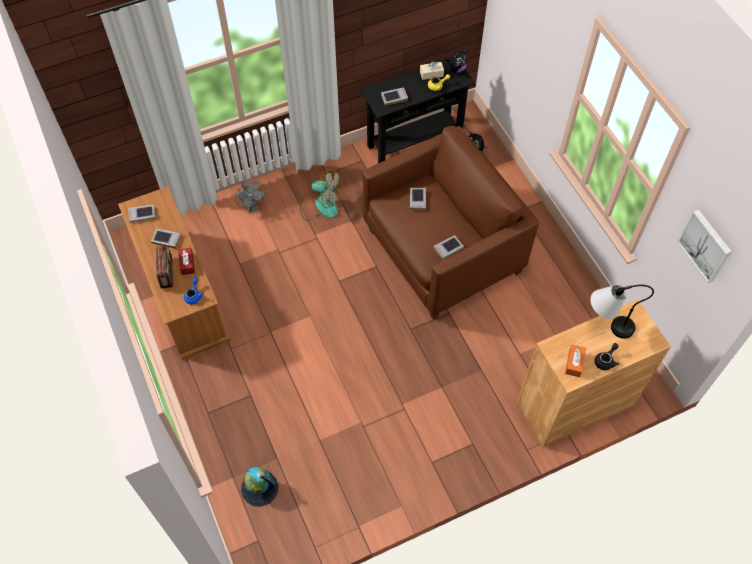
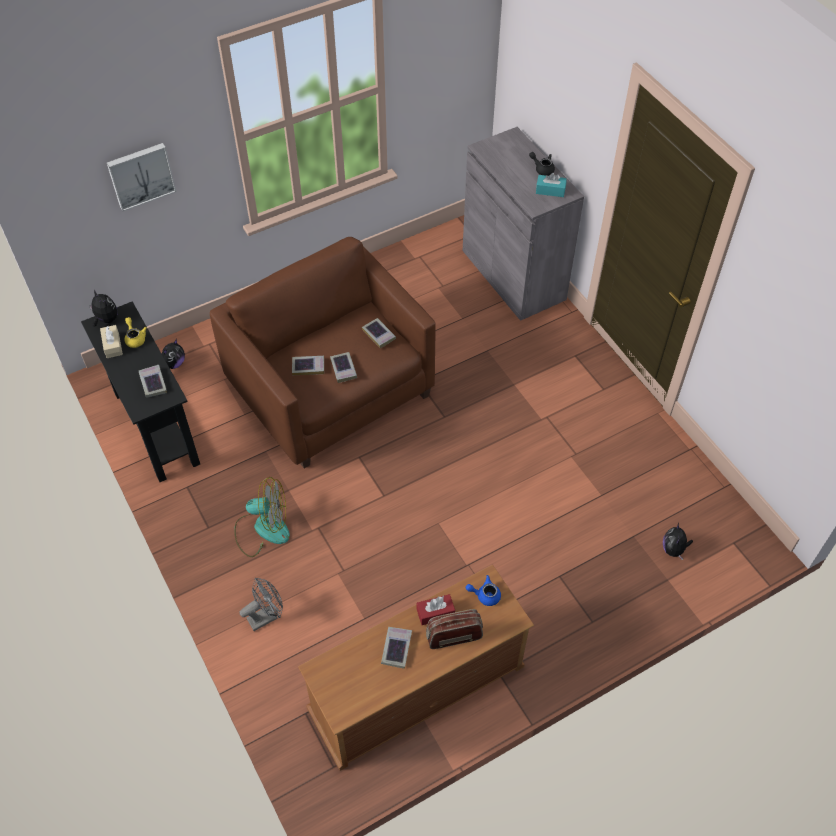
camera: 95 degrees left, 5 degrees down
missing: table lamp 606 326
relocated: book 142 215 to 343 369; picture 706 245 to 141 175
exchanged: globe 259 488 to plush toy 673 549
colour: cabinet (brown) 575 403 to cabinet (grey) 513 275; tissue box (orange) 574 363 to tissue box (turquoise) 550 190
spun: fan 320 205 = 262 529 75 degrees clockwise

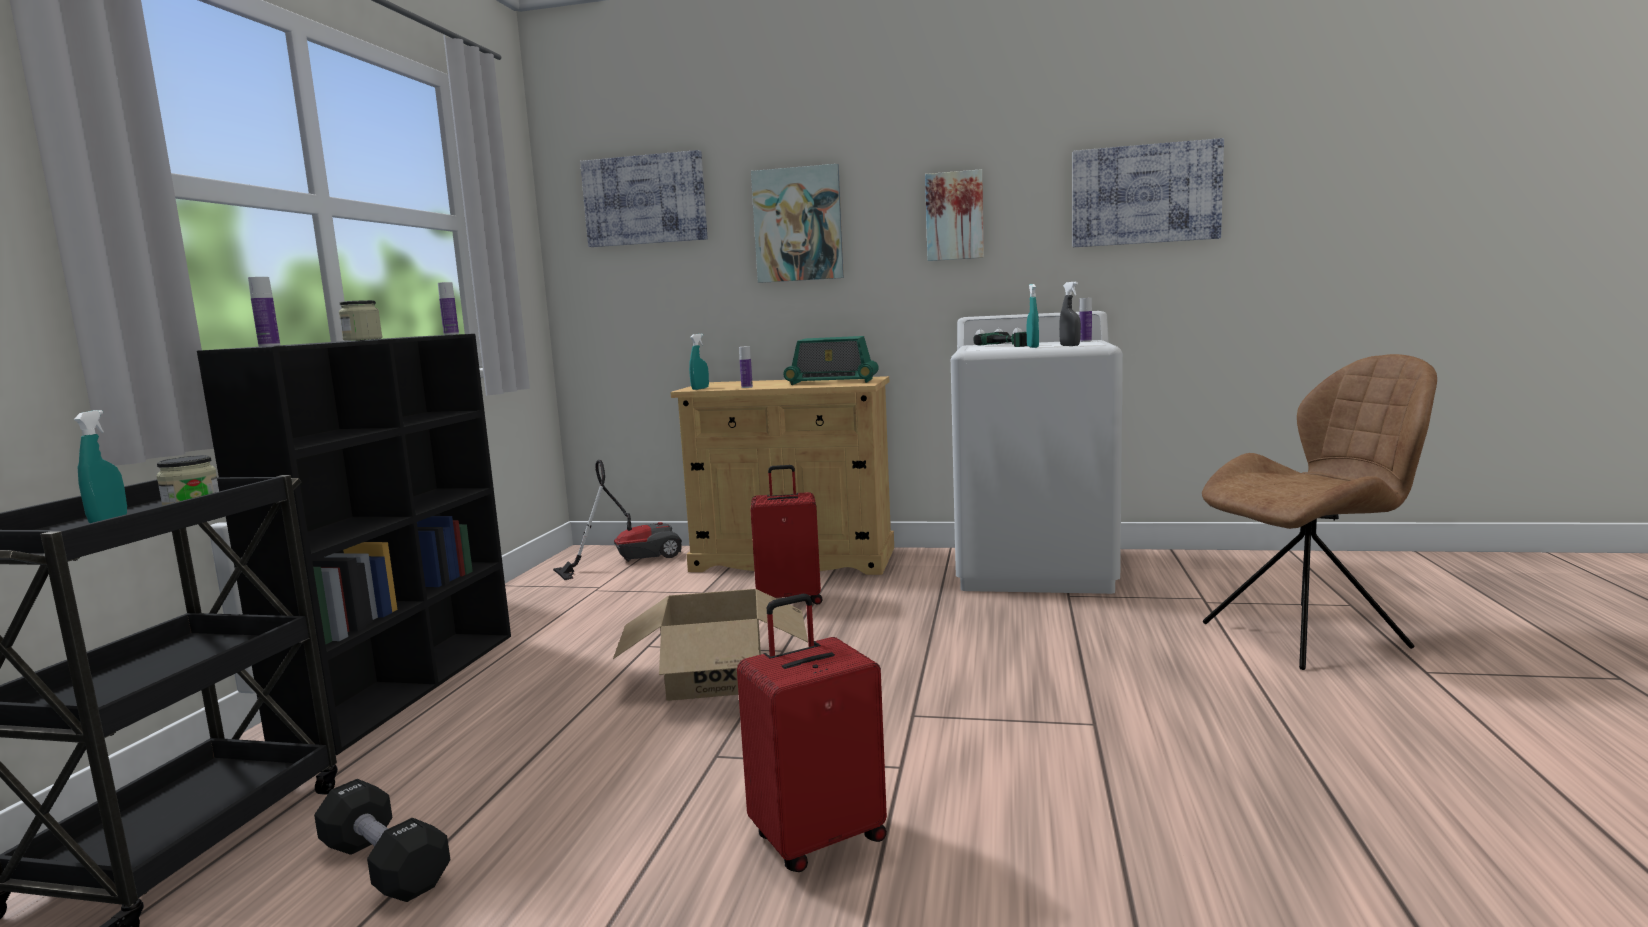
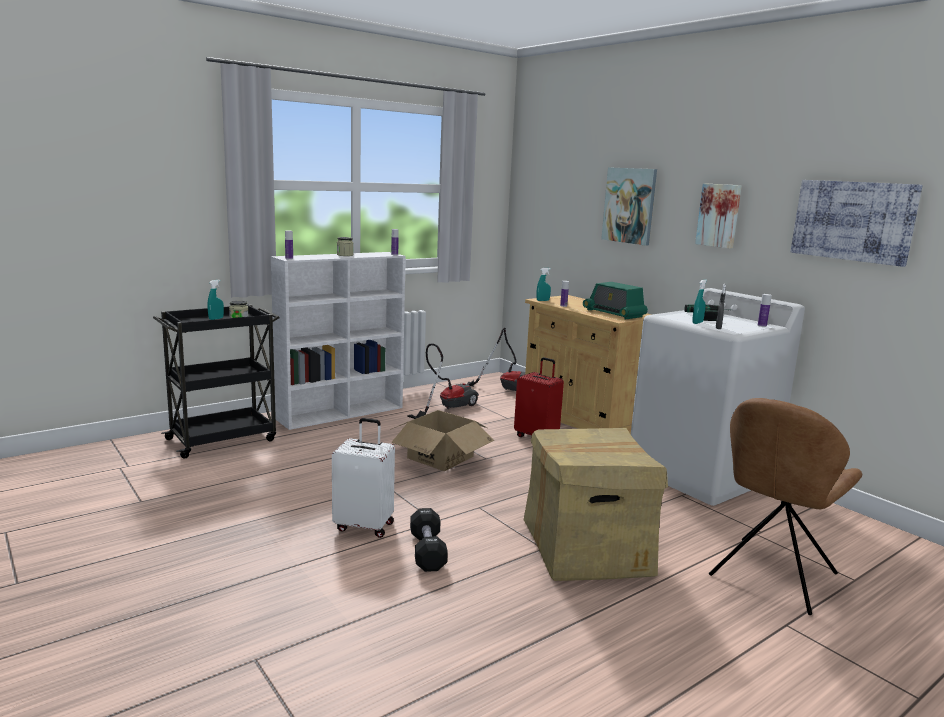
camera: 40 degrees right, 5 degrees up
missing: picture 645 200
appeared: vacuum cleaner 446 408; cardboard box 586 548
relocated: dumbbell (black) 385 865 to 427 551
colour: bookcase (black) 407 684 to bookcase (white) 342 413; suitcase (red) 817 837 to suitcase (white) 365 526
spun: chair (brown) 1309 634 = 771 576 105 degrees clockwise

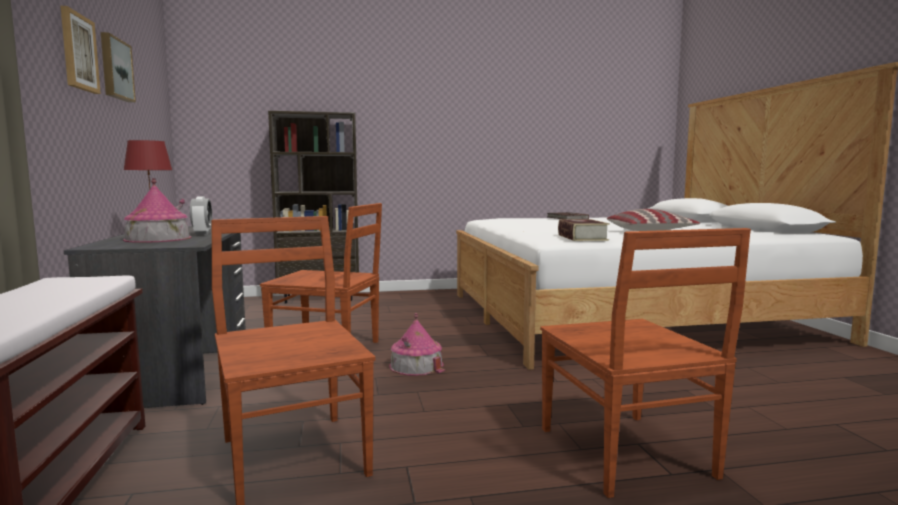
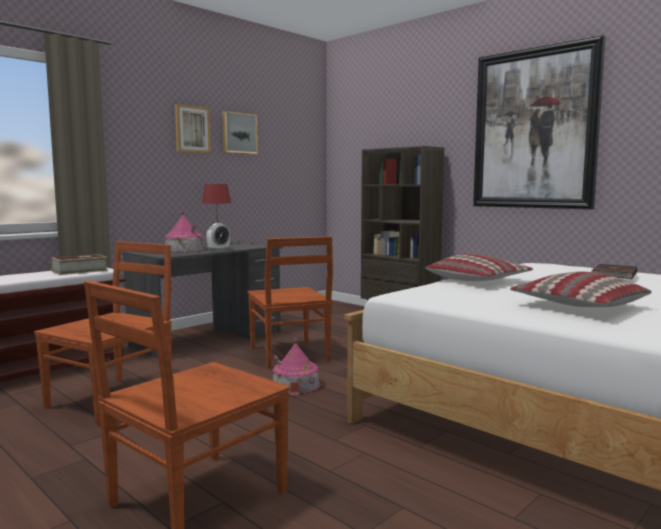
camera: 55 degrees right, 0 degrees up
appeared: pillow 478 281; picture 534 129
relocated: book 582 237 to 79 271

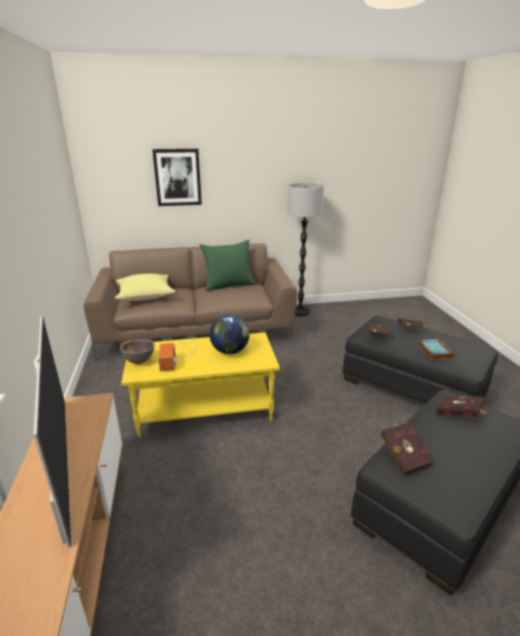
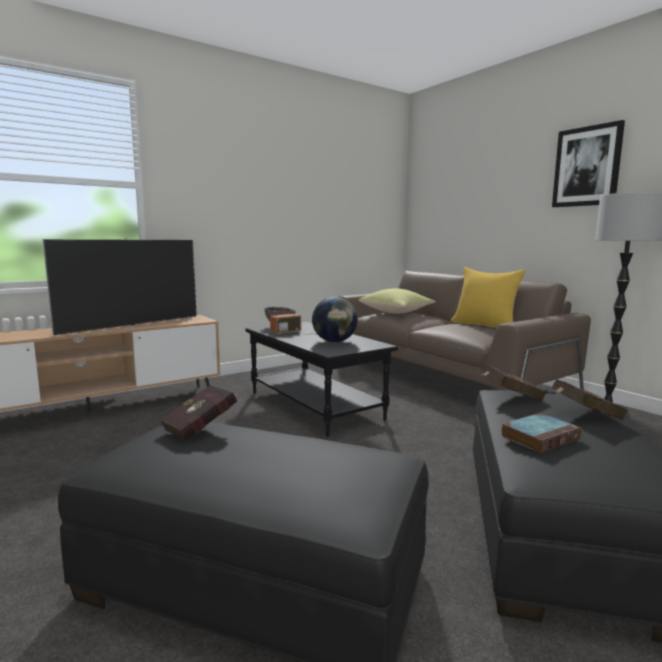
camera: 65 degrees right, 15 degrees down
missing: book (red) 460 416
relocated: picture 177 177 to 587 166
colour: coffee table (yellow) 205 408 to coffee table (black) 316 405; pillow (green) 229 285 to pillow (yellow) 485 325

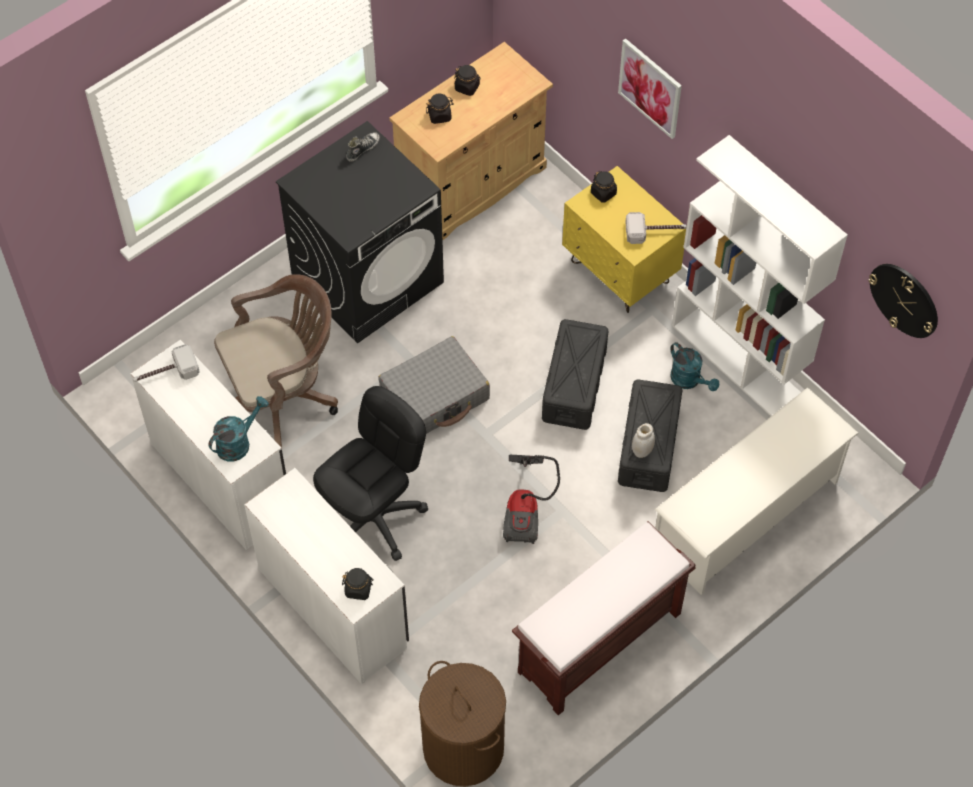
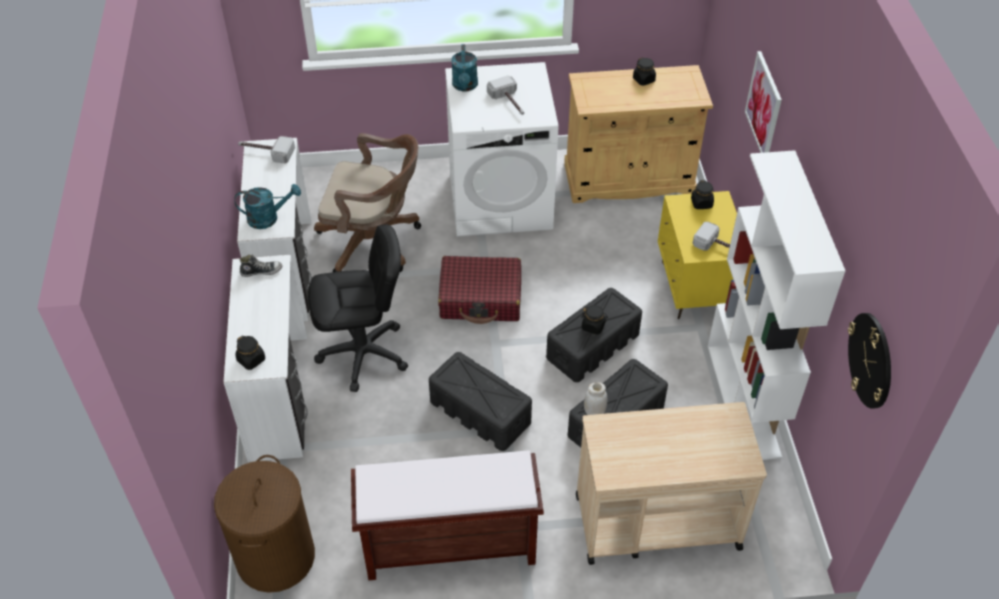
camera: 35 degrees right, 10 degrees down
appeared: hammer 510 103
relocated: shoe 362 149 to 261 271; jar (black) 440 115 to 593 326; watering can (turquoise) 689 380 to 465 86
exchanged: vacuum cleaner 526 509 to storage box (black) 479 412; shoe rack (white) 746 515 to cart (beige) 655 521
colour: washing machine (black) 368 279 to washing machine (white) 501 201; suitcase (grey) 435 396 to suitcase (red) 481 298

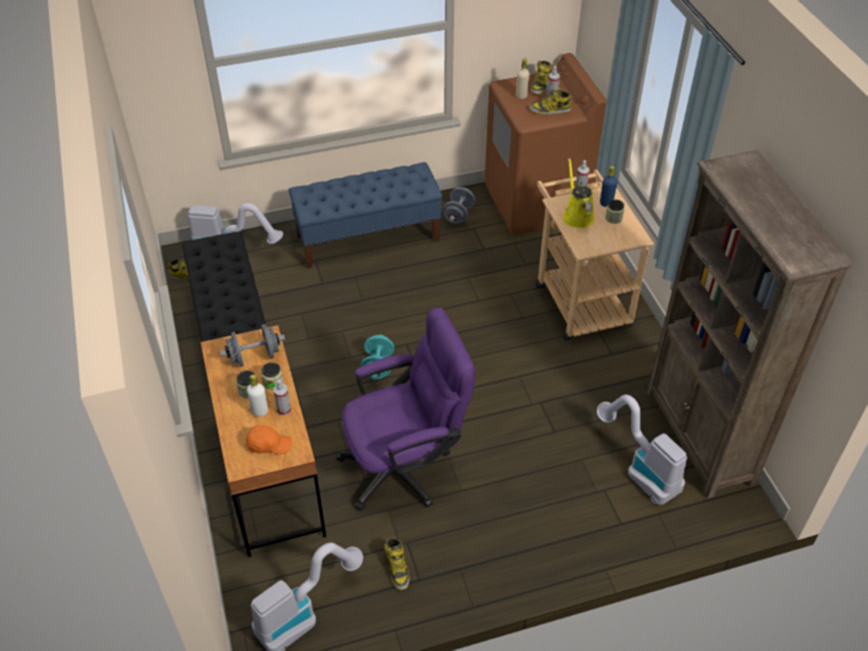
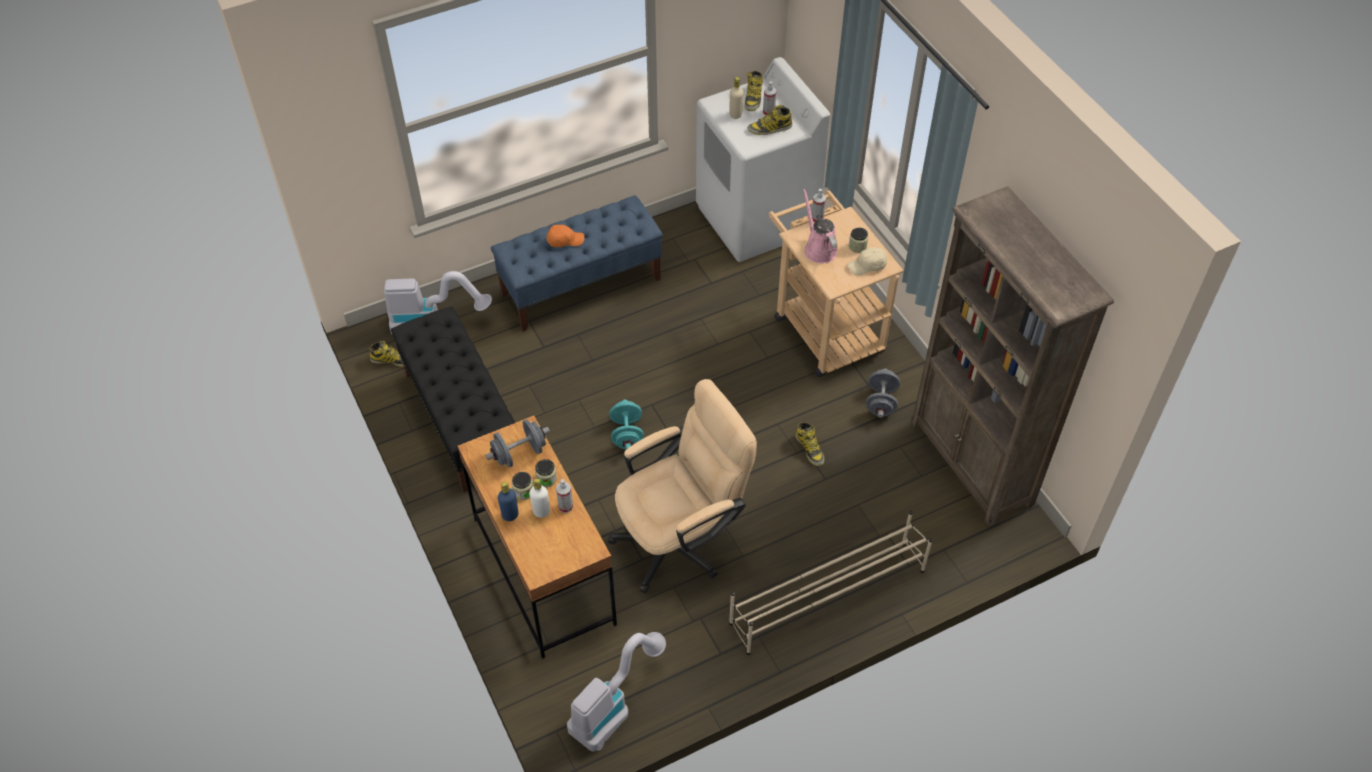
camera: 10 degrees left, 5 degrees up
missing: vacuum cleaner 639 469
appeared: shoe rack (beige) 826 597; cap (beige) 867 266
relocated: cap (orange) 268 444 to 565 240; boot 397 568 to 810 449; dumbbell (grey) 458 215 to 881 402; bottle (blue) 606 203 to 510 515
colour: office chair (purple) 406 466 to office chair (beige) 681 539; washing machine (brown) 536 203 to washing machine (white) 757 220; watering can (yellow) 576 215 to watering can (pink) 819 248

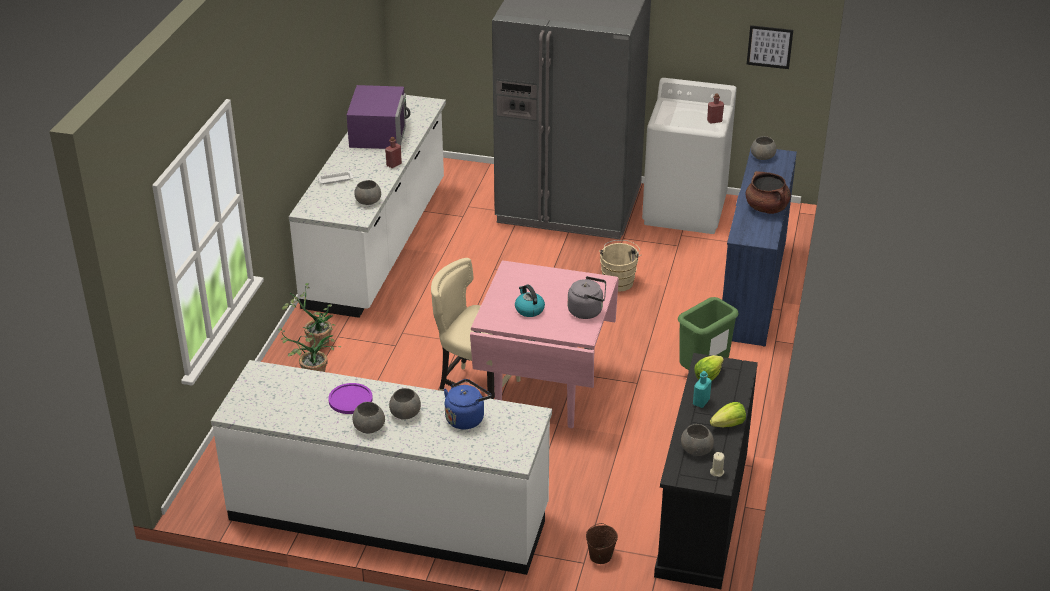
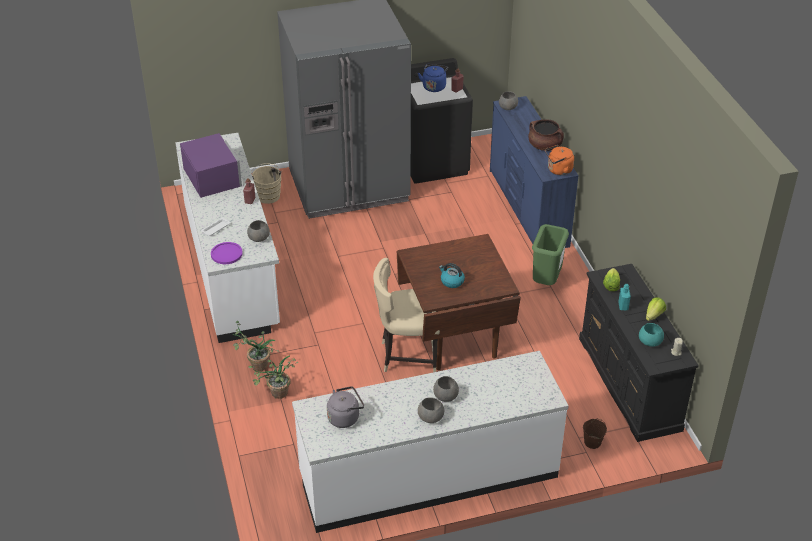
camera: 30 degrees left, 5 degrees up
missing: picture 769 47
appeared: kettle (orange) 558 170
relocated: plate (purple) 350 399 to 226 254; kettle (blue) 466 418 to 434 86; kettle (grey) 587 311 to 345 417; bucket (beige) 618 281 to 268 195
colour: dining table (pink) 544 390 to dining table (brown) 454 337; washing machine (white) 685 210 to washing machine (black) 433 162; bowl (grey) 697 450 to bowl (turquoise) 650 341

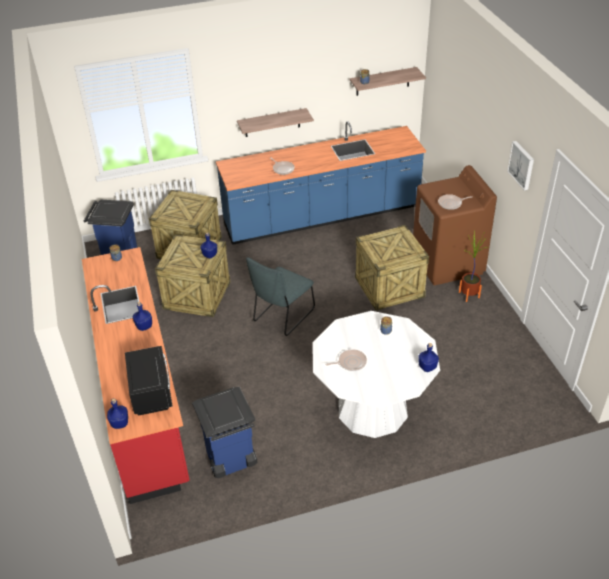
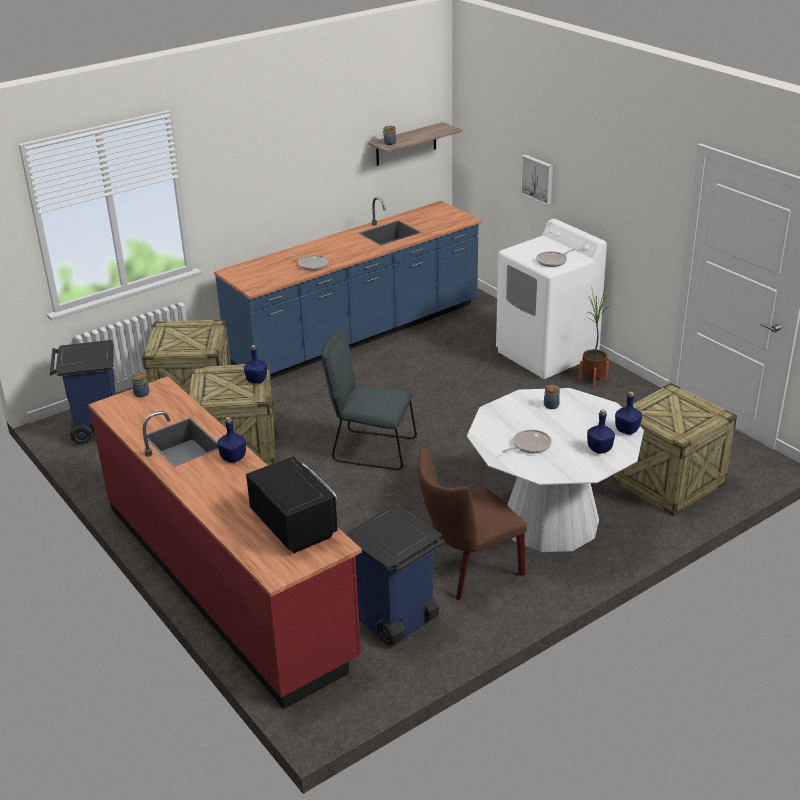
camera: 20 degrees left, 10 degrees down
missing: shelf 272 123
appeared: chair (brown) 467 570
relocated: bottle (blue) 120 424 to 600 449; crate 389 286 to 667 480; picture 522 165 to 538 179
colour: washing machine (brown) 447 263 to washing machine (white) 547 354
spun: chair (grey) 282 316 = 370 449 90 degrees clockwise

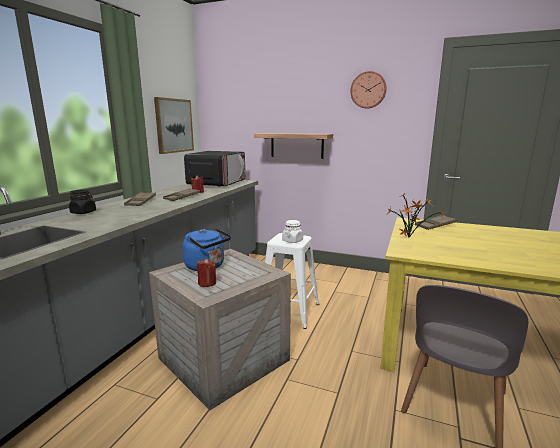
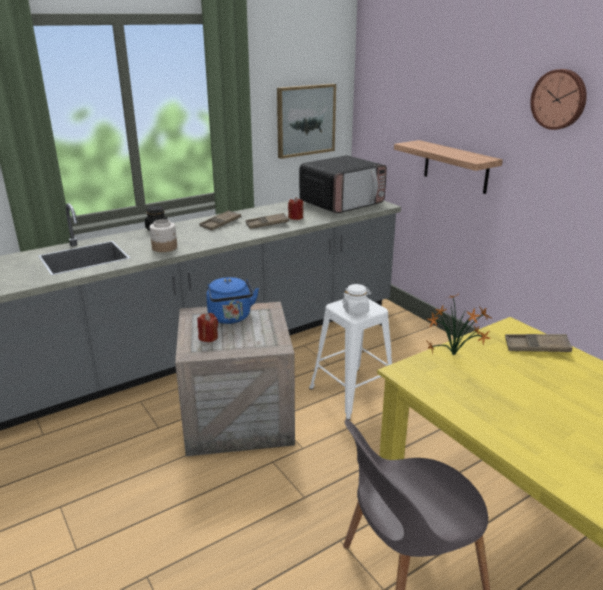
camera: 35 degrees right, 10 degrees up
appeared: jar 165 247

